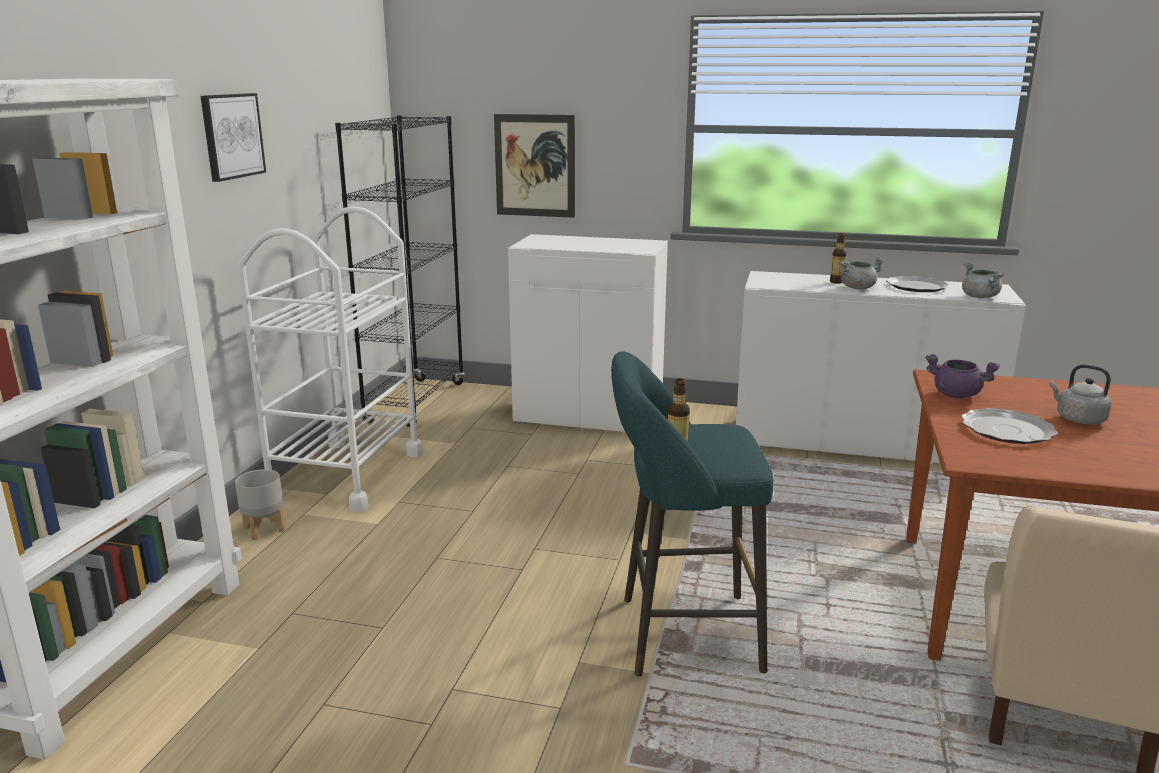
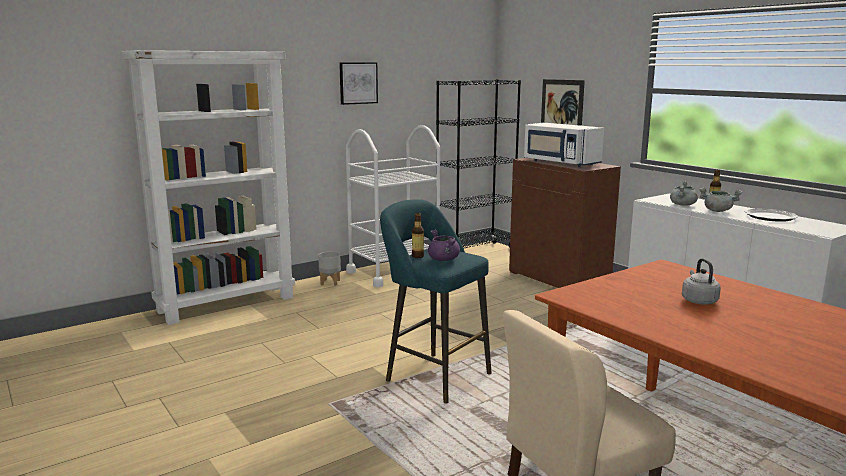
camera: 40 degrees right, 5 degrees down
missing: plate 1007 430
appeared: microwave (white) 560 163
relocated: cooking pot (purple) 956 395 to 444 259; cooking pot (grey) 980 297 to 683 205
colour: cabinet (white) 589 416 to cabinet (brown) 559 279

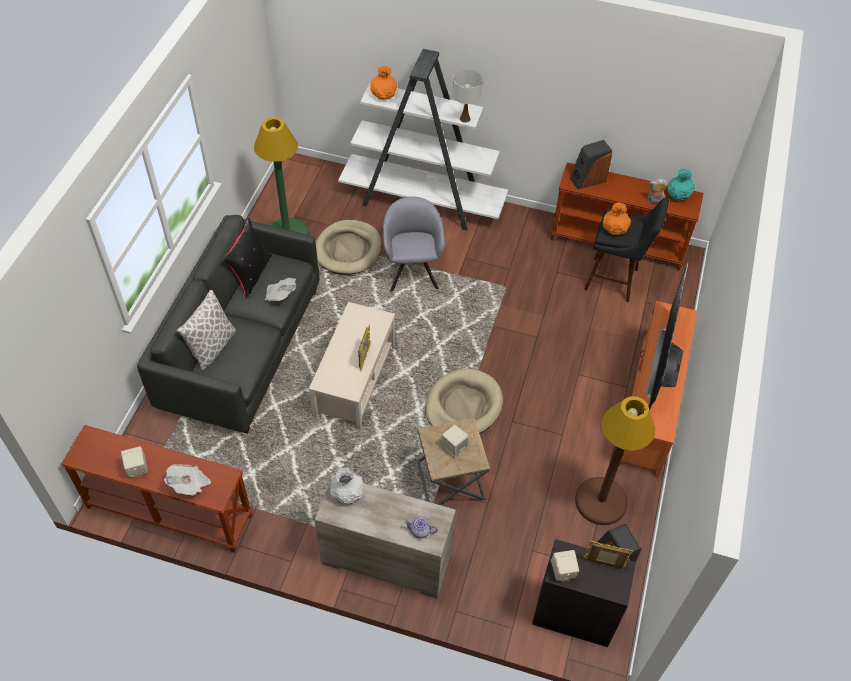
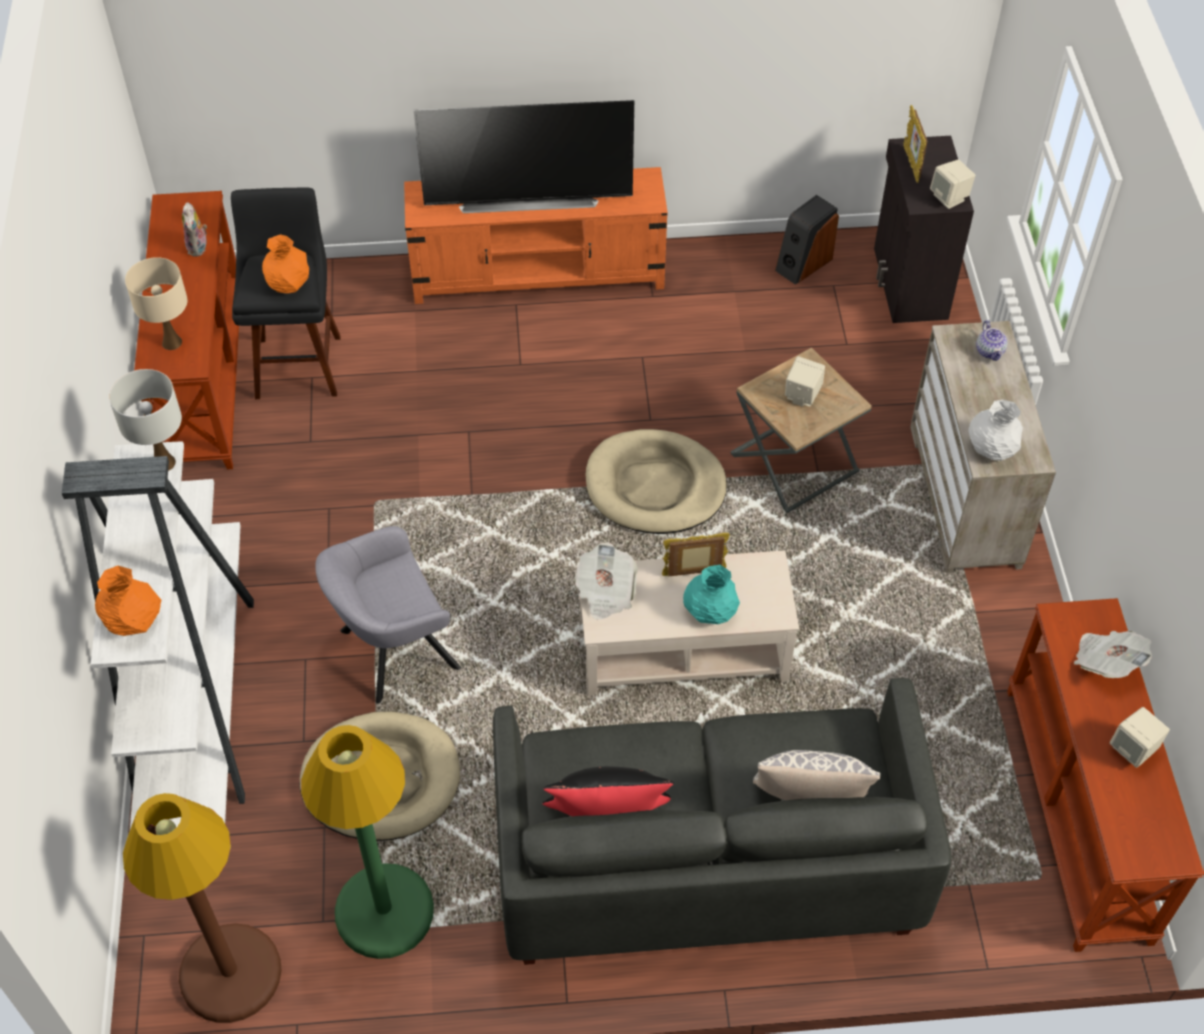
camera: 110 degrees left, 0 degrees up
relocated: newspaper 280 295 to 605 592; floor lamp (brown) 601 501 to 230 973; vase (turquoise) 678 195 to 710 611
exchanged: speaker 587 179 to table lamp (beige) 172 342

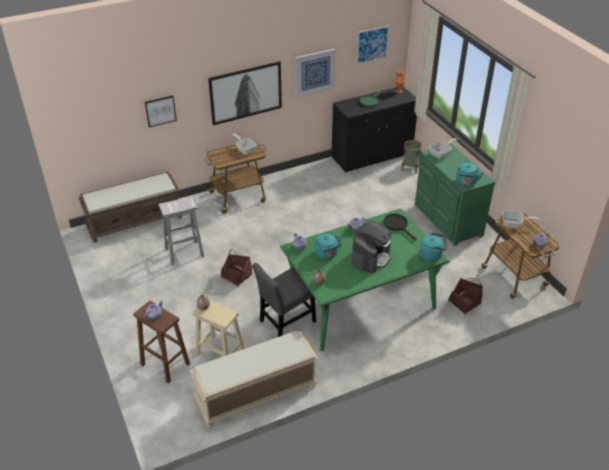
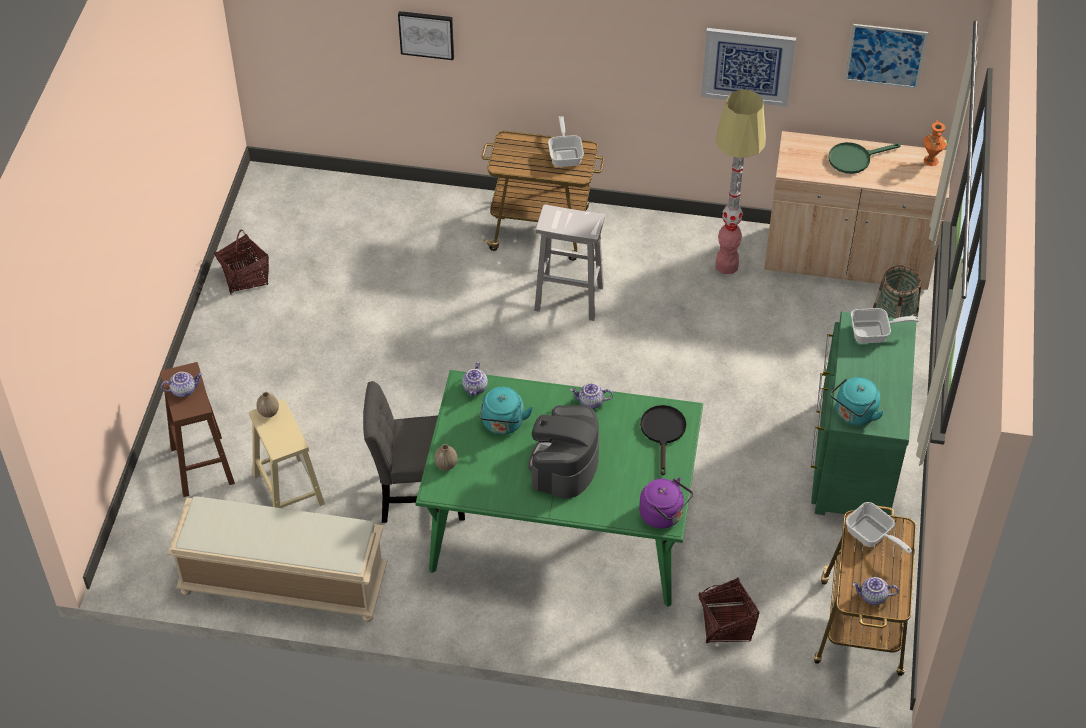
camera: 35 degrees right, 10 degrees up
missing: bench (brown) 135 221; picture 245 92
appeared: floor lamp 726 265
relocated: stool (white) 185 252 to 570 298; basket 236 276 to 245 276
colour: cabinet (black) 372 156 to cabinet (beige) 847 258; kettle (turquoise) 432 255 to kettle (purple) 664 515
spun: coffee machine 370 257 = 564 465 135 degrees clockwise

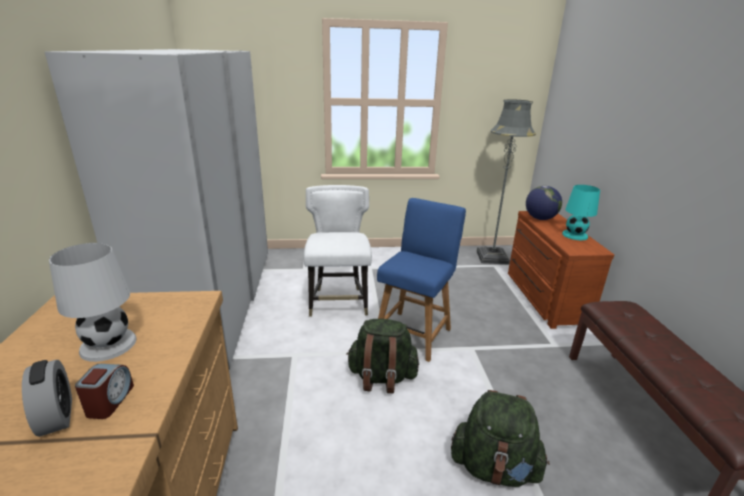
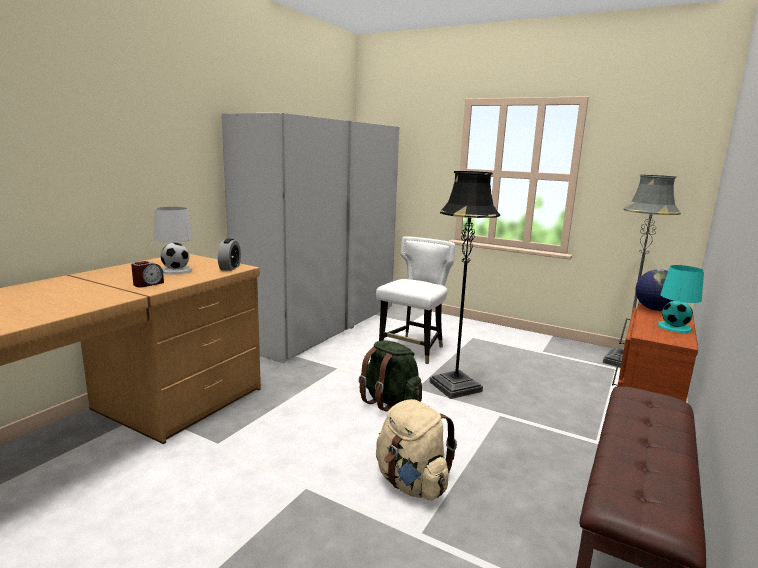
camera: 35 degrees right, 10 degrees down
relocated: alarm clock 56 416 to 230 268
exchanged: chair (blue) 414 333 to floor lamp (black) 455 387
colour: backpack (green) 494 468 to backpack (beige) 411 483

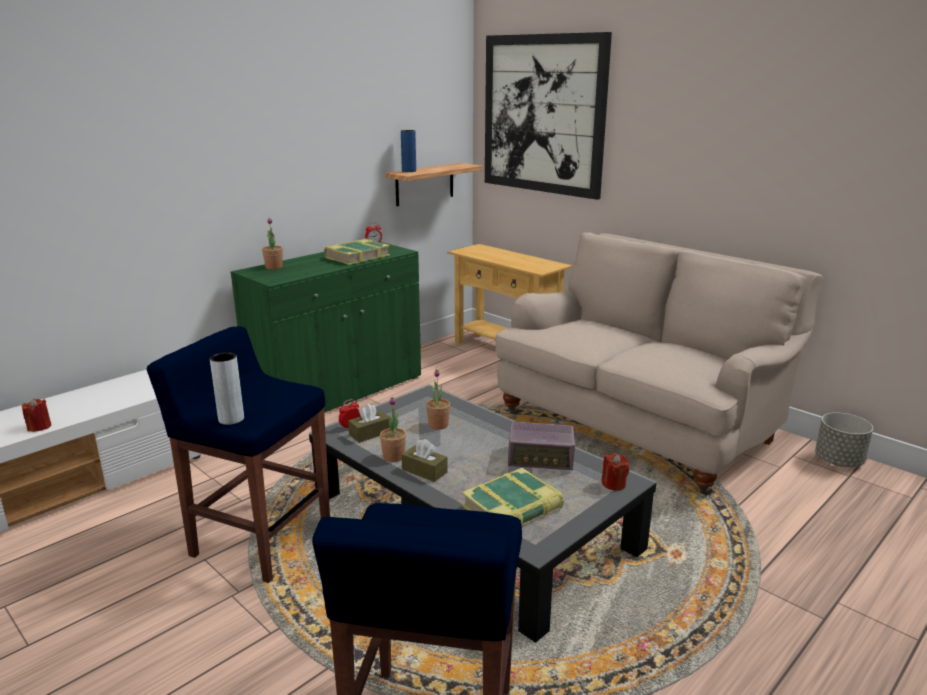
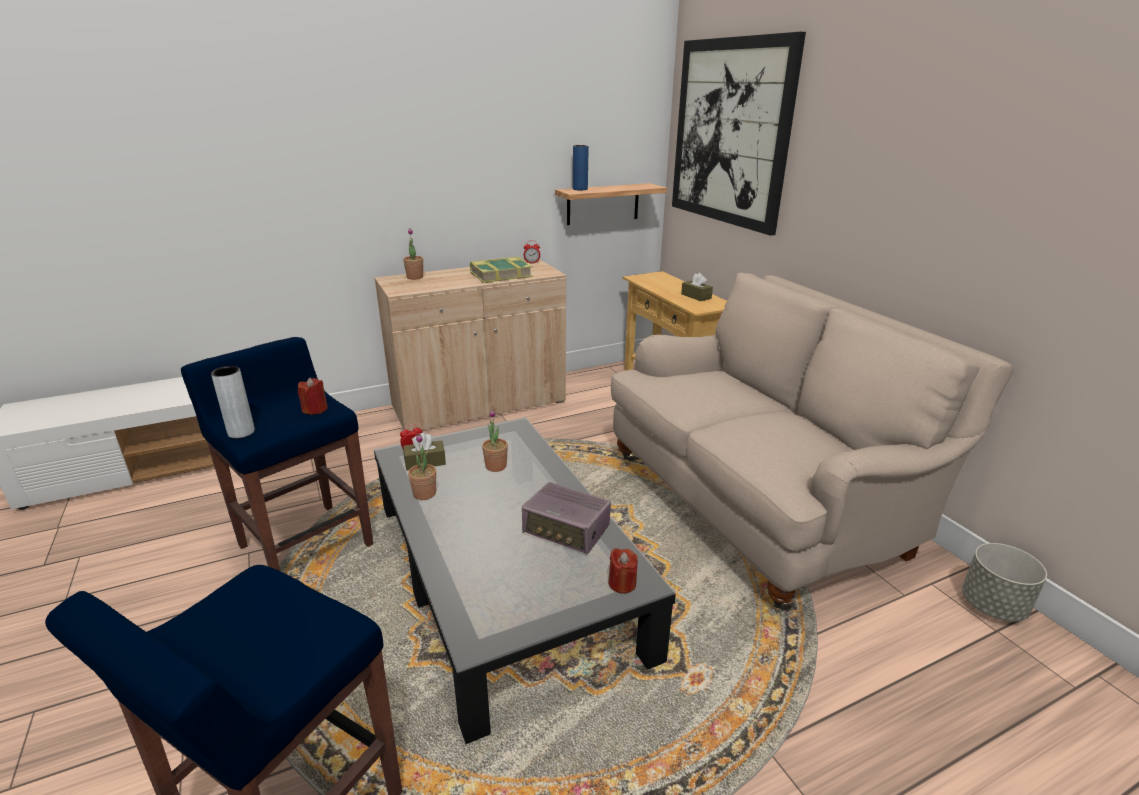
camera: 20 degrees right, 5 degrees up
missing: book 513 509
relocated: candle (red) 39 427 to 315 409; tissue box (brown) 424 471 to 696 296
colour: cabinet (green) 338 392 to cabinet (beige) 479 405

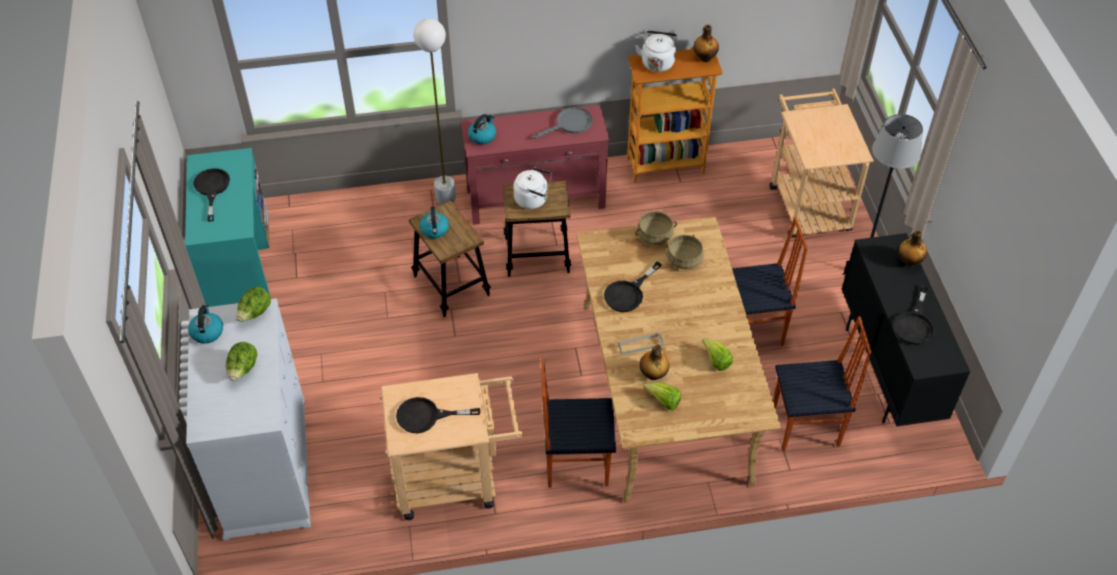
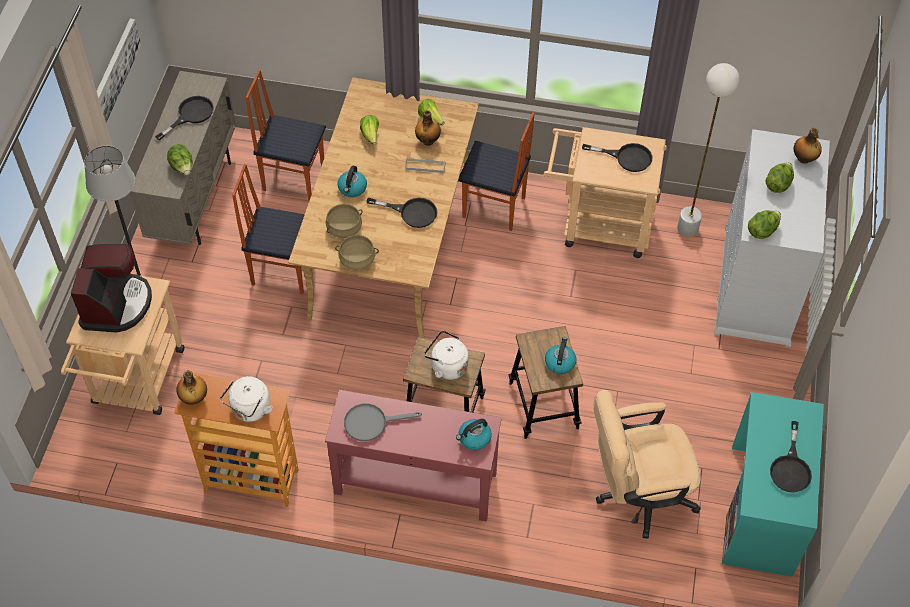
camera: 160 degrees left, 5 degrees up
appeared: coffee machine 116 304; picture 115 69; lettuce 182 167; office chair (beige) 637 494
relocated: kettle 207 332 to 352 188; floor lamp (white) 445 198 to 688 228; bottle 909 261 to 804 159
colour: cabinet (black) 886 372 to cabinet (beige) 195 199
spun: frying pan (black) 628 293 = 411 212 45 degrees clockwise

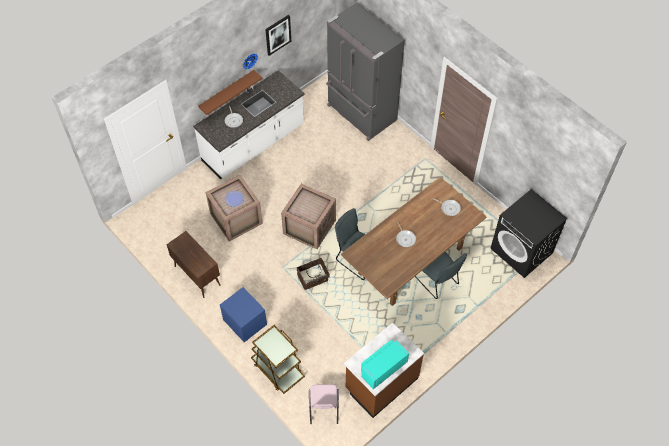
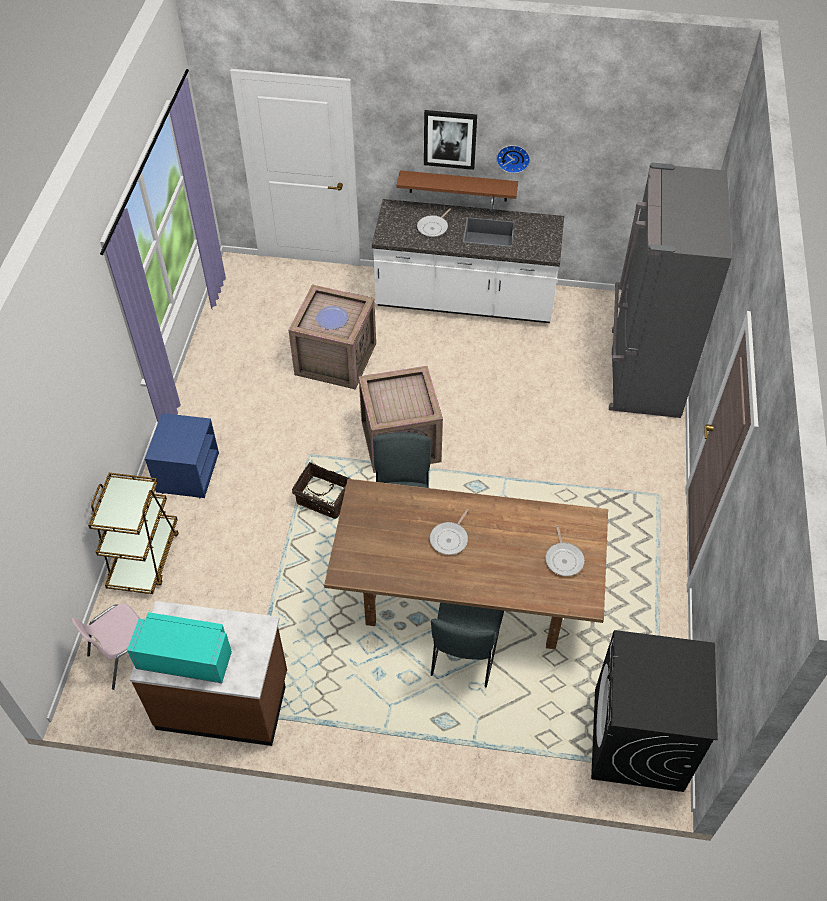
camera: 50 degrees right, 5 degrees down
missing: cabinet (brown) 197 275
relocated: picture 278 34 to 450 139

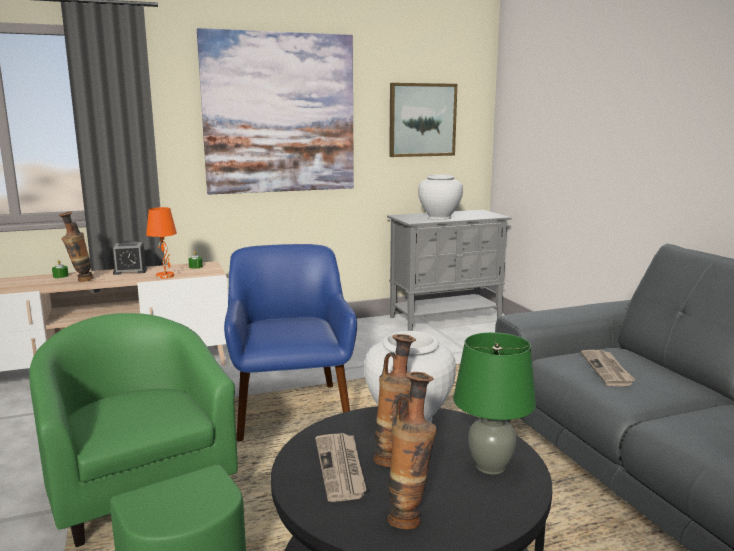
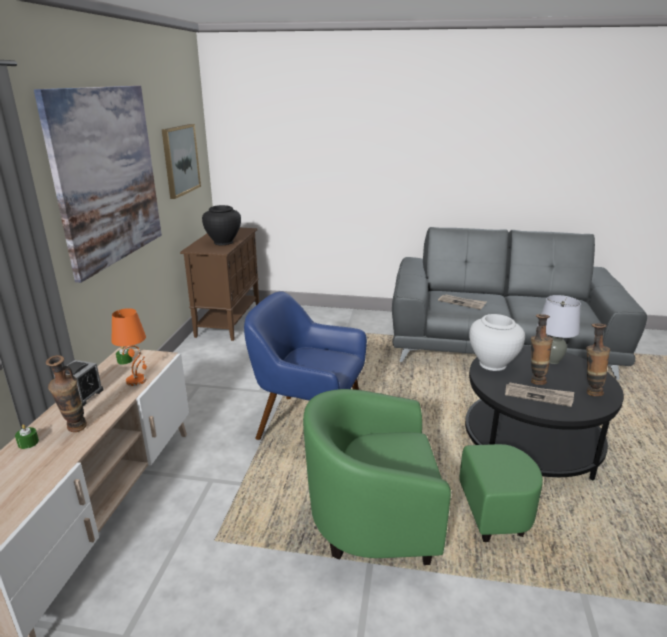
camera: 60 degrees left, 10 degrees up
colour: cabinet (grey) 446 318 to cabinet (brown) 228 320; vase (white) 439 218 to vase (black) 223 242; table lamp (green) 490 467 to table lamp (grey) 551 360

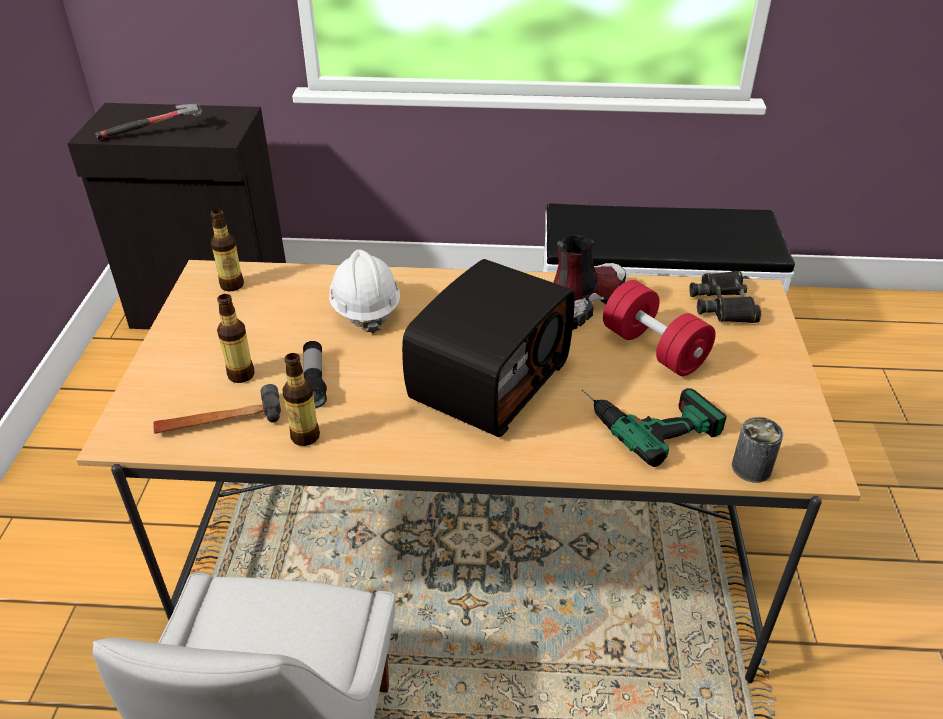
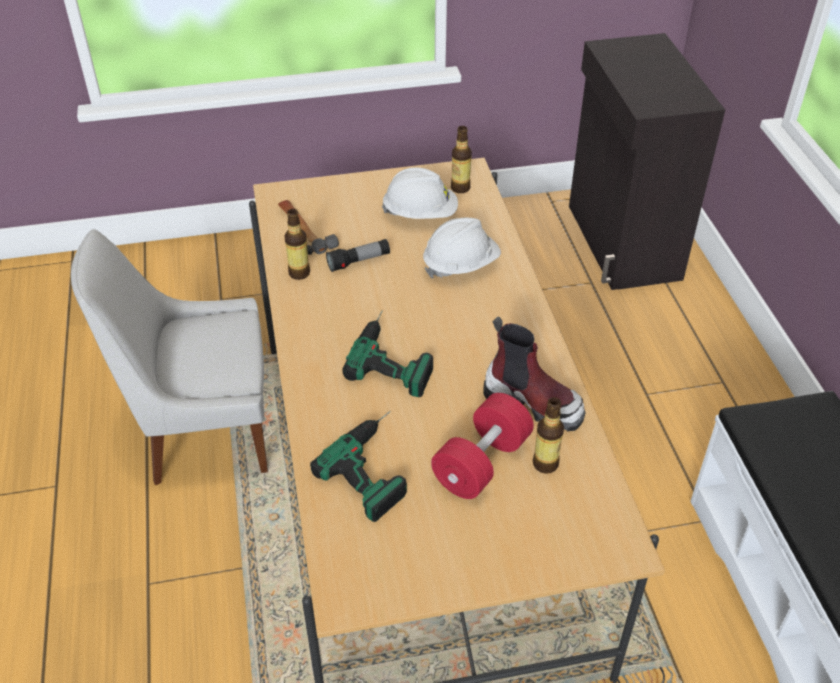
camera: 75 degrees right, 5 degrees up
missing: hammer 156 133; binoculars (black) 723 304; can 751 468
appeared: hard hat (white) 420 214
relocated: bottle 241 375 to 545 464
exchanged: radio 488 379 to power drill 395 355

